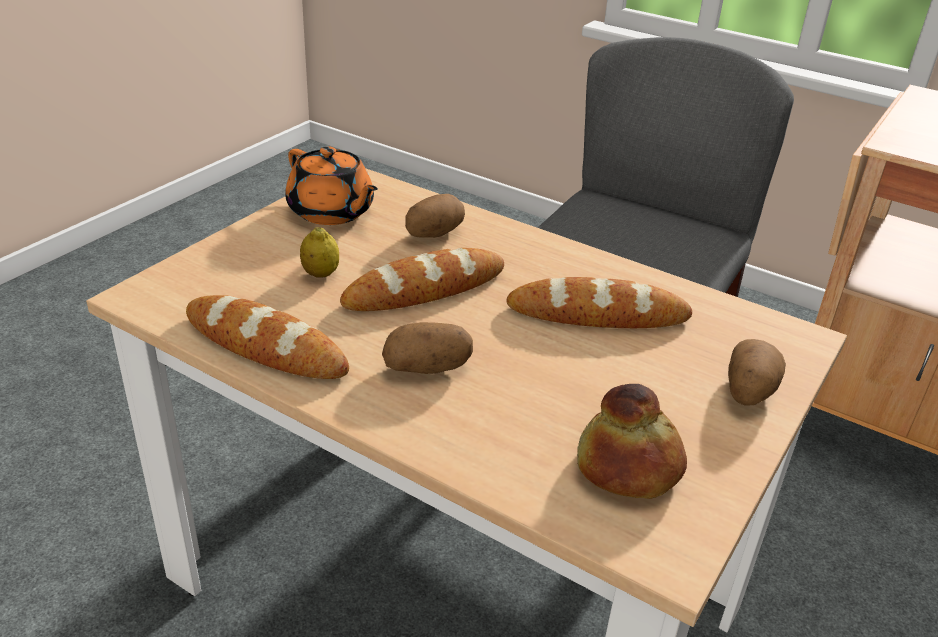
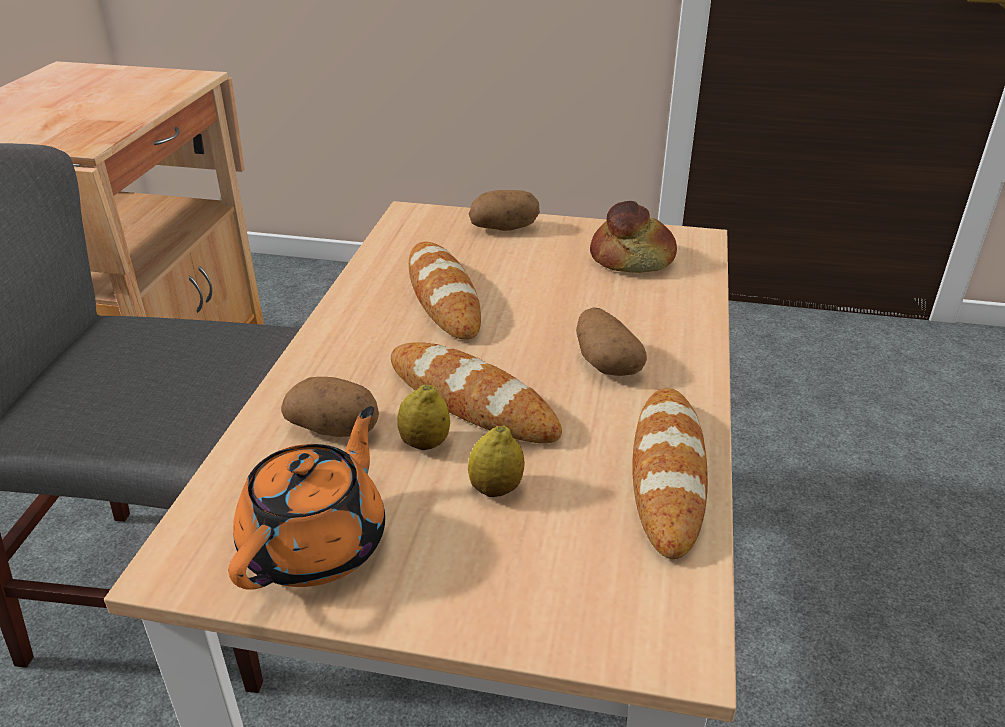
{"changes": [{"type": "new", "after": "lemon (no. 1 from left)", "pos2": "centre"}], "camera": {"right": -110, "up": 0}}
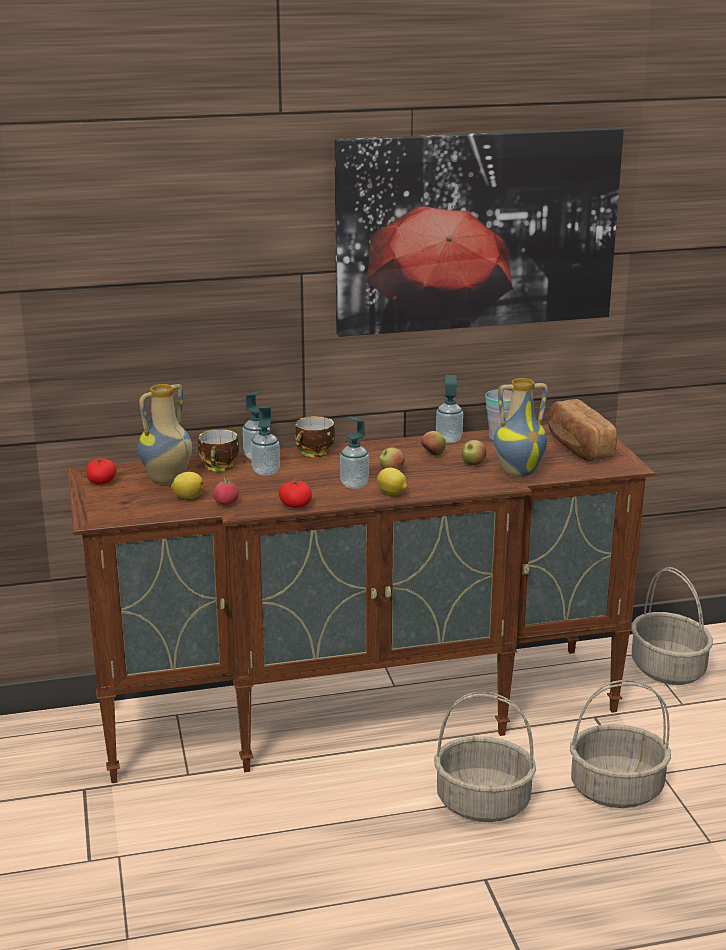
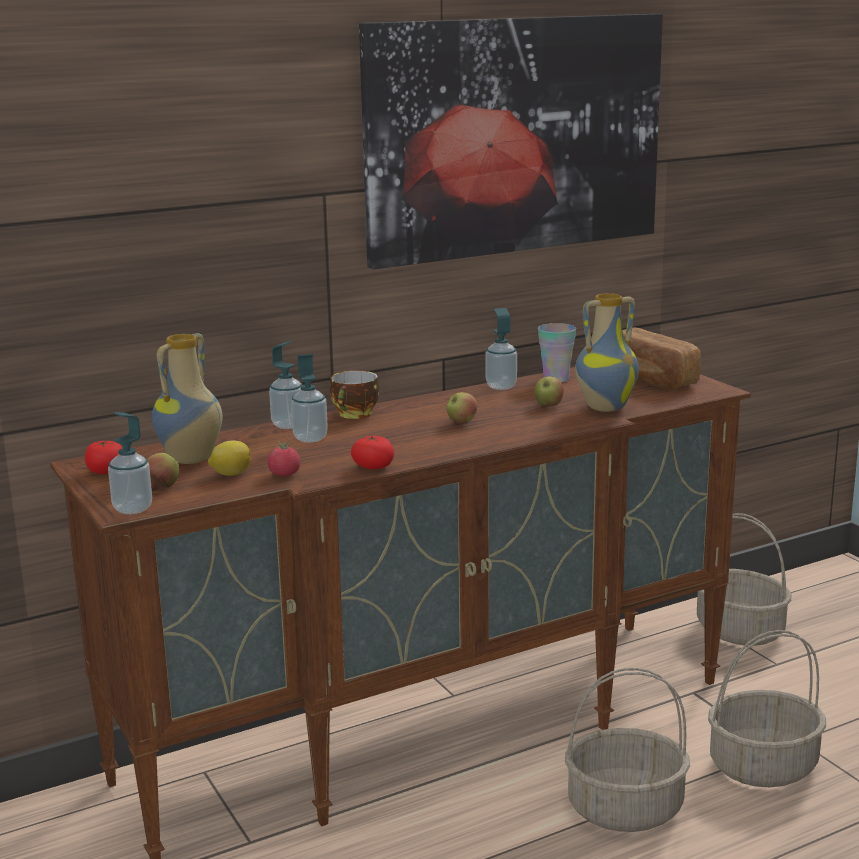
{"changes": [{"type": "shifted", "before": "soap_dispenser (no. 3 from left in the first image)", "after": "soap_dispenser (no. 1 from left)", "pos1": "centre", "pos2": "middle left"}, {"type": "gone", "before": "cup (no. 1 from left)", "pos1": "middle left"}, {"type": "shifted", "before": "apple (no. 2 from left in the first image)", "after": "apple (no. 1 from left)", "pos1": "centre", "pos2": "middle left"}, {"type": "gone", "before": "lemon (no. 2 from left)", "pos1": "centre"}], "camera": {"right": -15, "up": -5}}
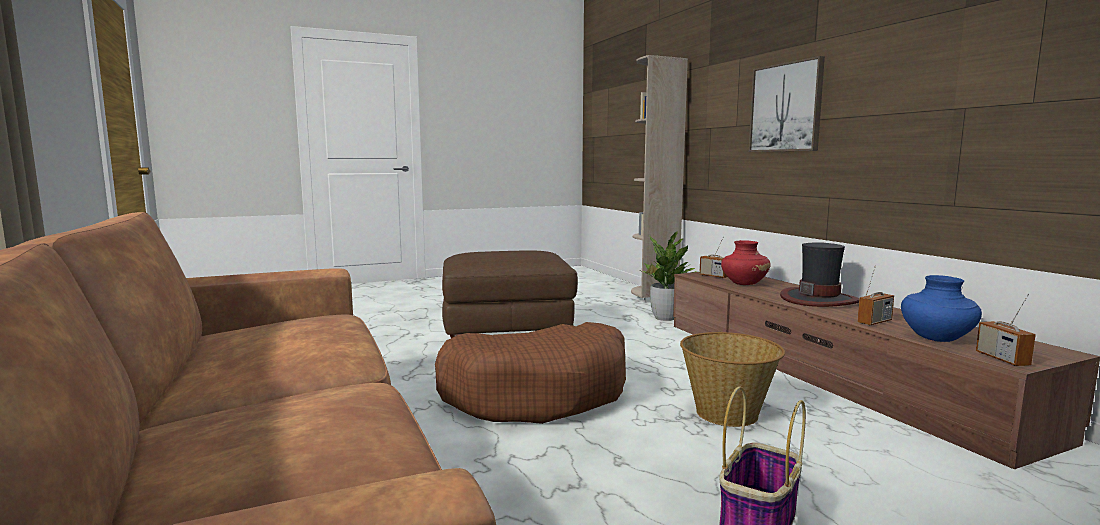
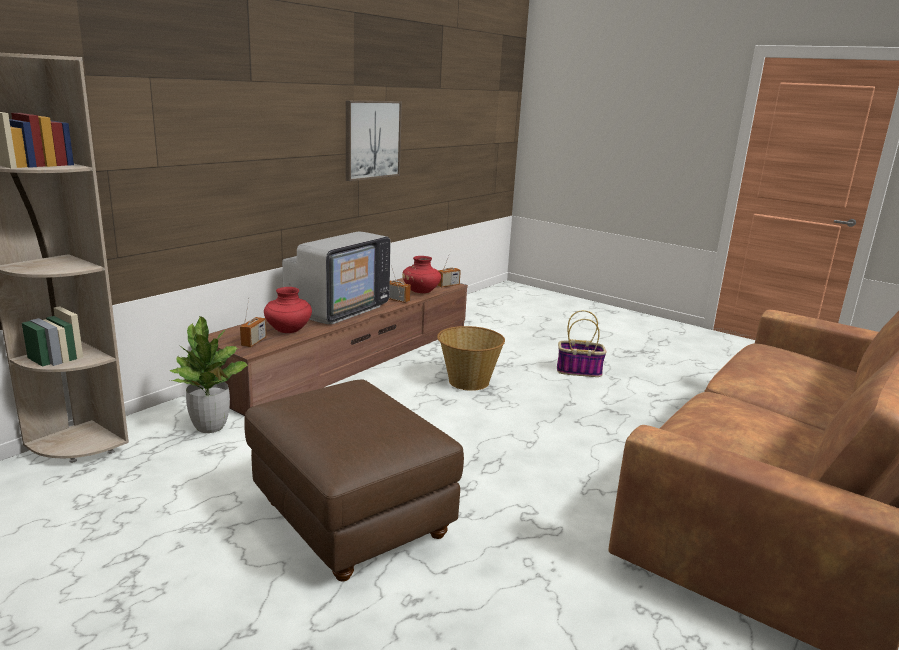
{"changes": [{"type": "shifted", "before": "picture", "pos1": "top right", "pos2": "top centre"}, {"type": "swapped", "before": "hat", "after": "television", "pos1": "middle right", "pos2": "centre"}, {"type": "repainted", "before": "blue_vase", "after": "red_vase (no. 2 from left)", "pos1": "middle right", "pos2": "centre"}, {"type": "gone", "before": "brown_dog_bed", "pos1": "bottom centre"}], "camera": {"right": -120, "up": 10}}
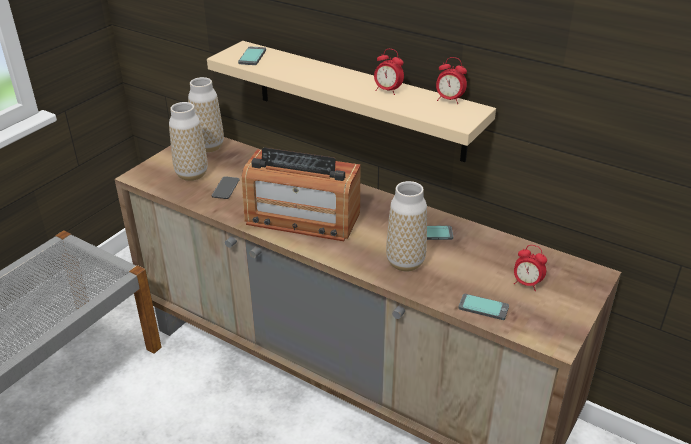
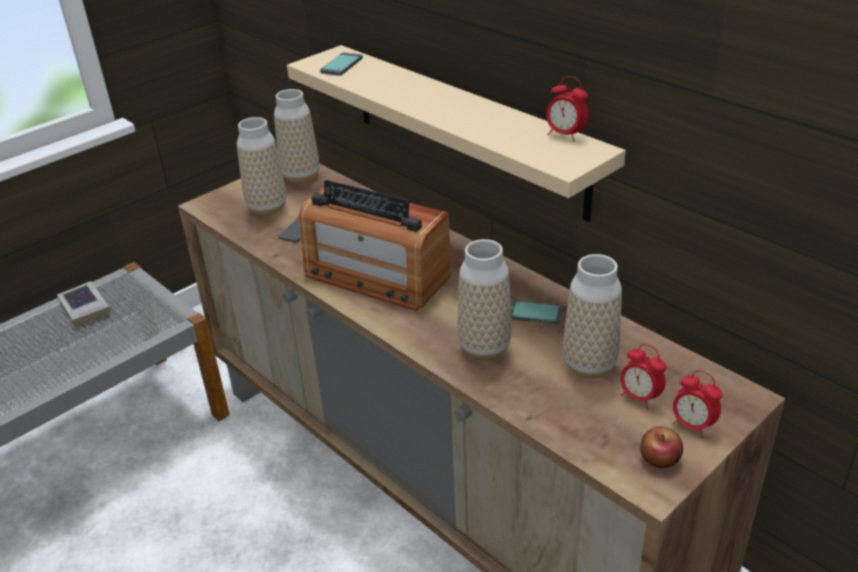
{"changes": [{"type": "shifted", "before": "alarm_clock (no. 1 from left in the first image)", "after": "alarm_clock (no. 3 from left)", "pos1": "top centre", "pos2": "bottom right"}, {"type": "gone", "before": "phone (no. 4 from left)", "pos1": "bottom right"}, {"type": "new", "after": "vase (no. 4 from left)", "pos2": "middle right"}, {"type": "new", "after": "book", "pos2": "middle left"}, {"type": "new", "after": "apple", "pos2": "bottom right"}], "camera": {"right": 15, "up": 0}}
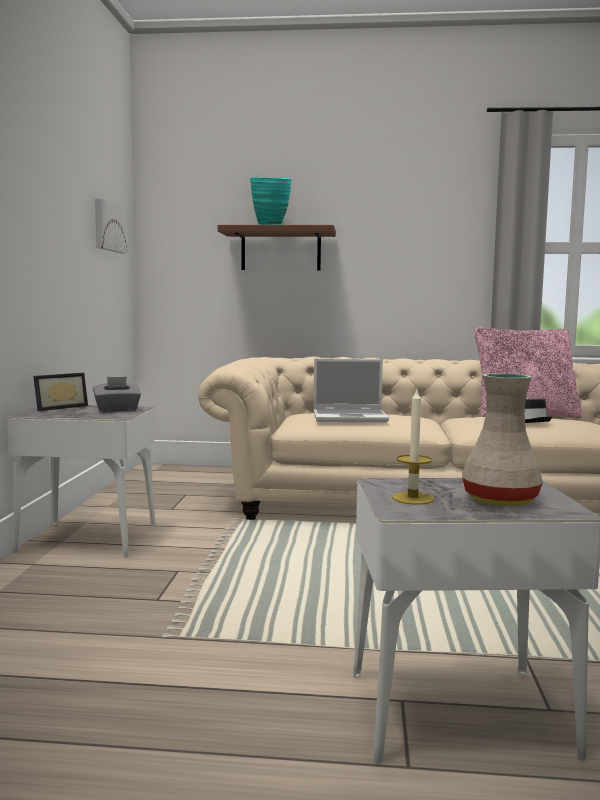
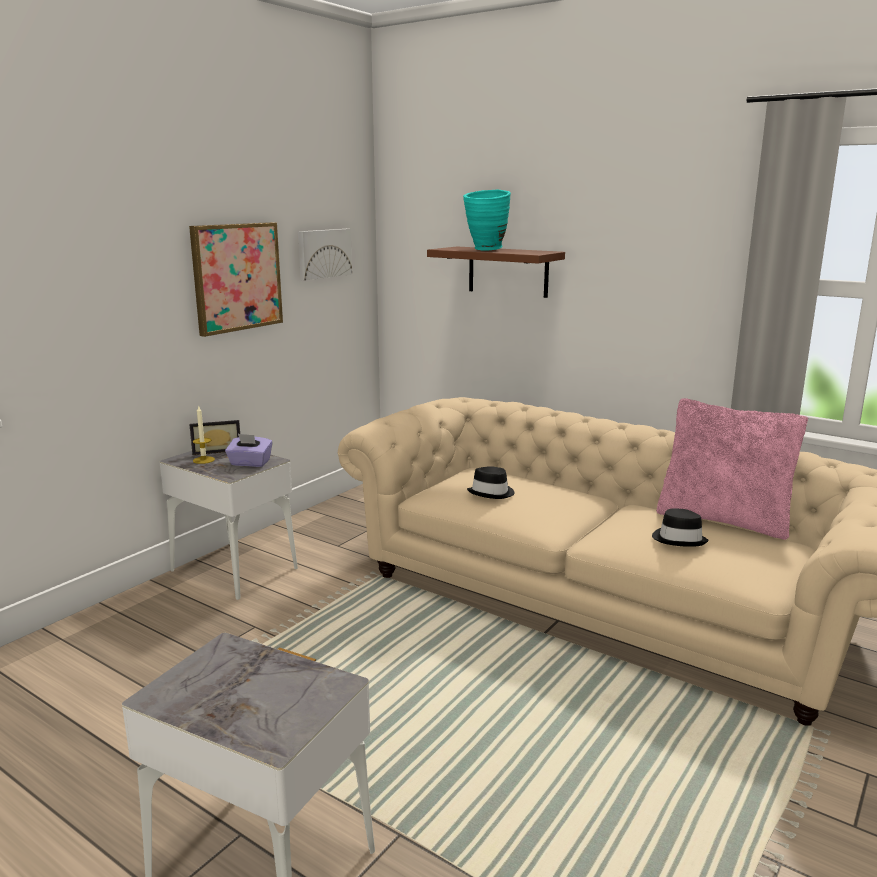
{"changes": [{"type": "swapped", "before": "laptop", "after": "black_hat (no. 1 from left)", "pos1": "centre", "pos2": "centre"}, {"type": "gone", "before": "beige_vase", "pos1": "middle right"}, {"type": "repainted", "before": "grey_tissue_box", "after": "purple_tissue_box", "pos1": "middle left", "pos2": "middle left"}, {"type": "shifted", "before": "candle", "pos1": "middle right", "pos2": "middle left"}, {"type": "new", "after": "picture (no. 1 from left)", "pos2": "top left"}], "camera": {"right": 30, "up": 10}}
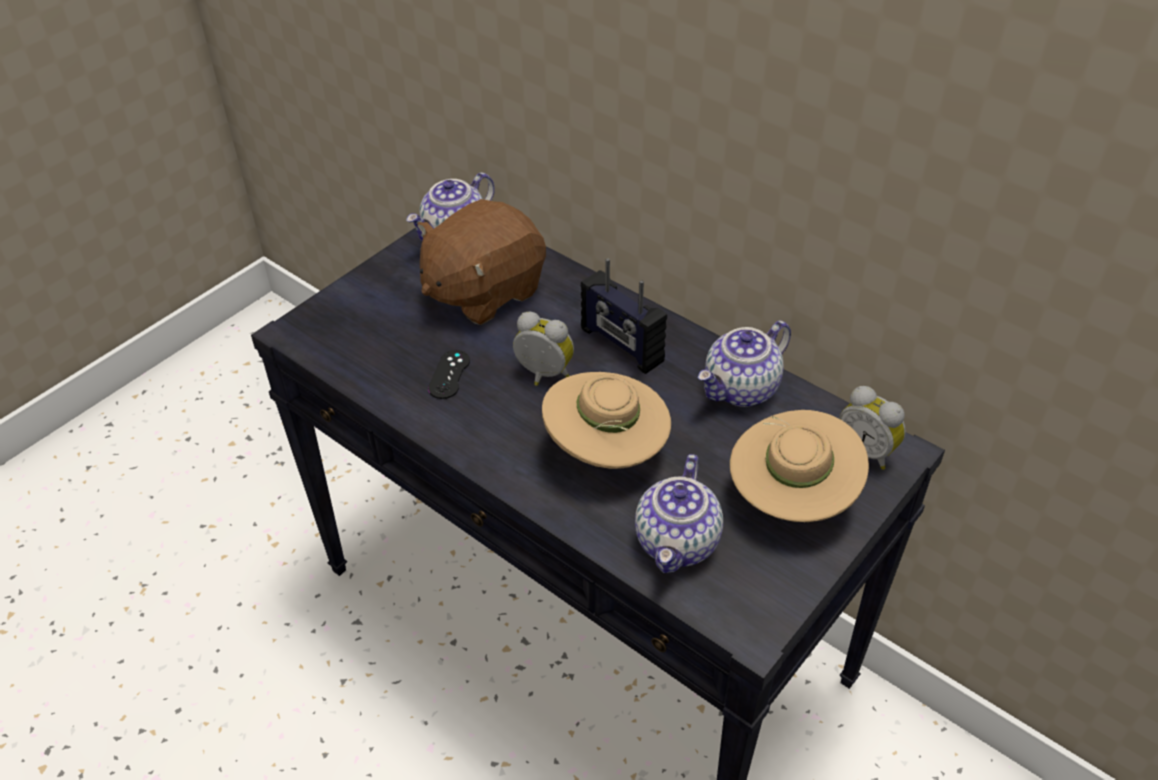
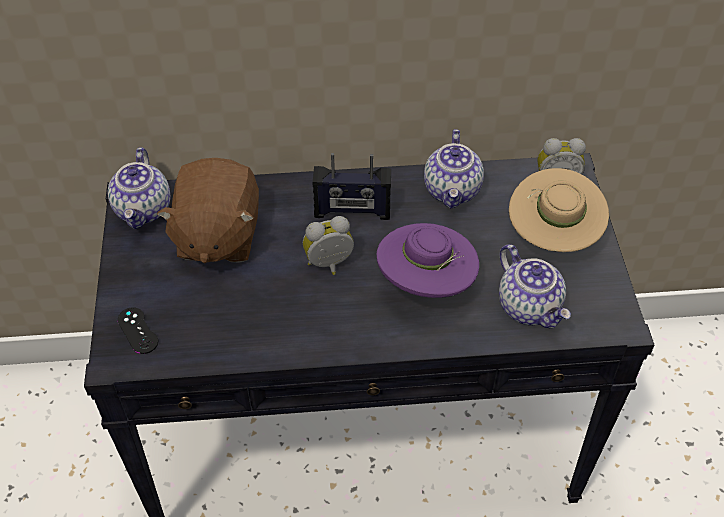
{"changes": [{"type": "shifted", "before": "black_game_controller", "pos1": "centre", "pos2": "middle left"}, {"type": "repainted", "before": "beige_hat (no. 1 from left)", "after": "purple_hat", "pos1": "centre", "pos2": "centre"}], "camera": {"right": -45, "up": 5}}
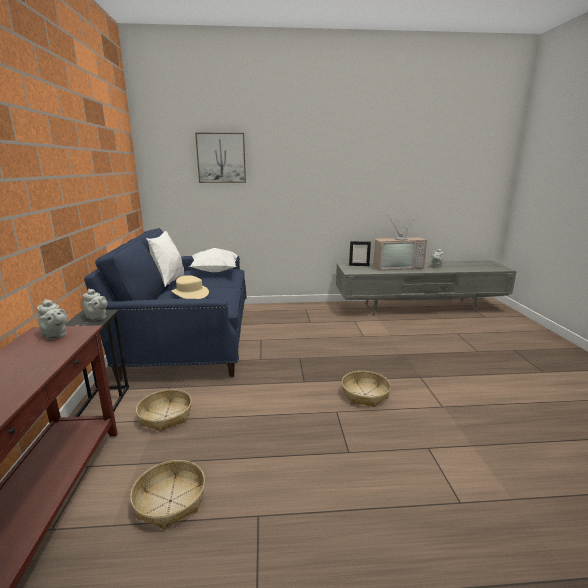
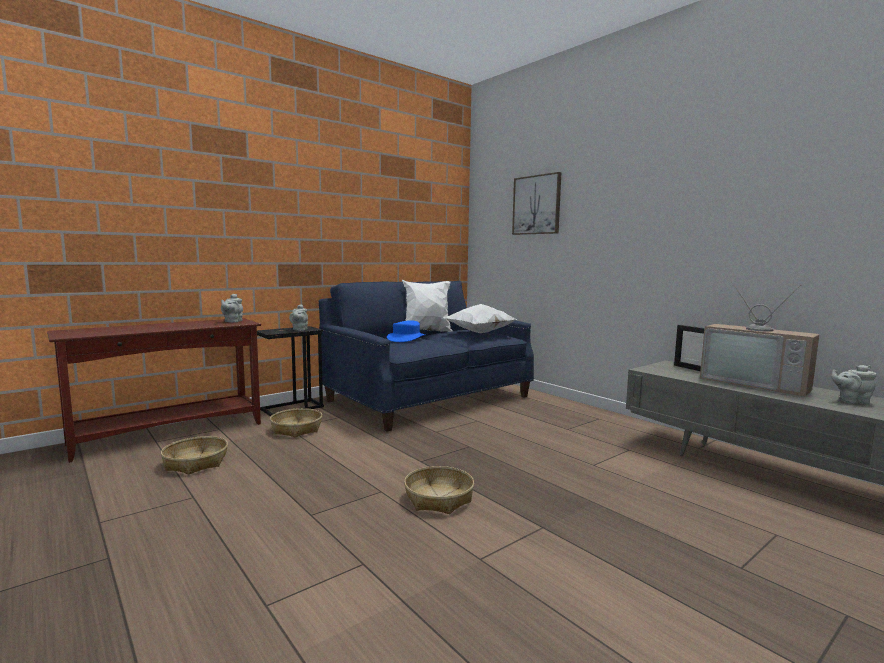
{"changes": [{"type": "repainted", "before": "beige_hat", "after": "blue_hat", "pos1": "middle left", "pos2": "centre"}], "camera": {"right": 55, "up": -10}}
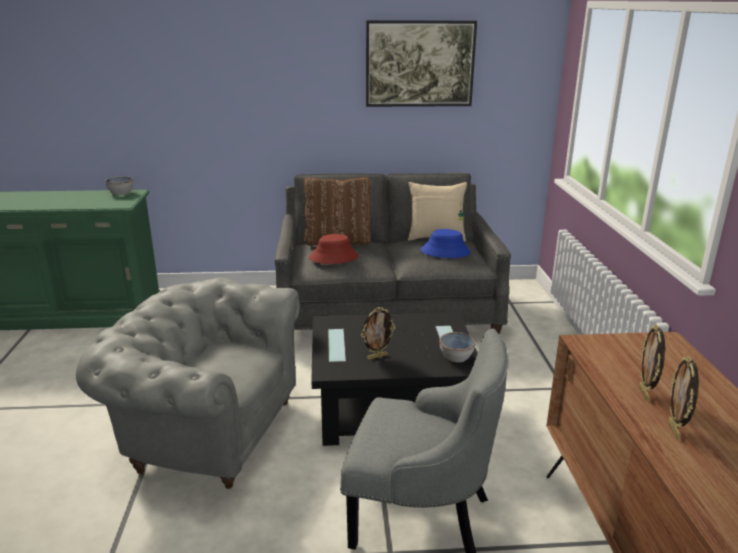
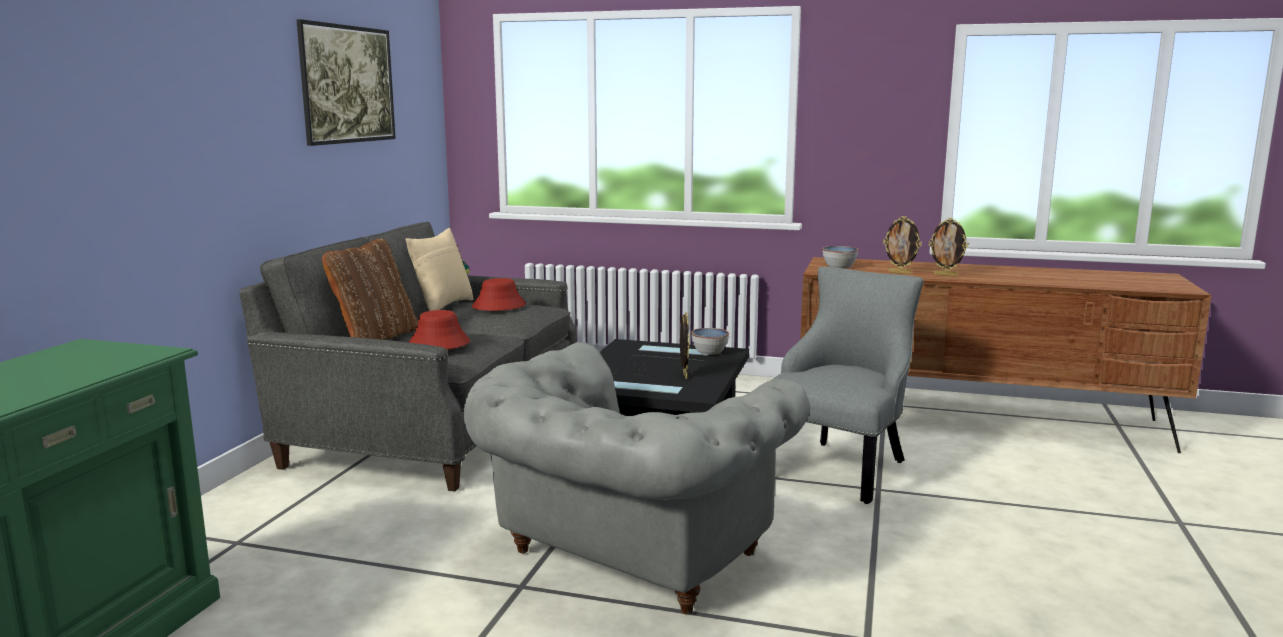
{"changes": [{"type": "shifted", "before": "bowl (no. 1 from left in the first image)", "after": "bowl (no. 2 from left)", "pos1": "middle left", "pos2": "centre"}, {"type": "repainted", "before": "blue_hat", "after": "red_hat (no. 2 from left)", "pos1": "centre", "pos2": "centre"}], "camera": {"right": -70, "up": -10}}
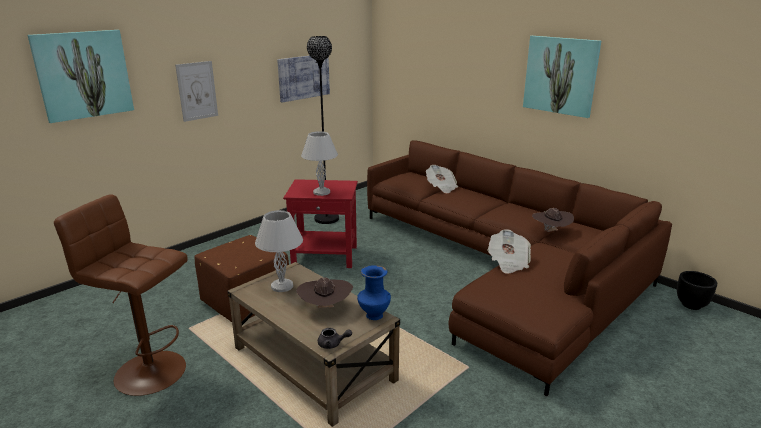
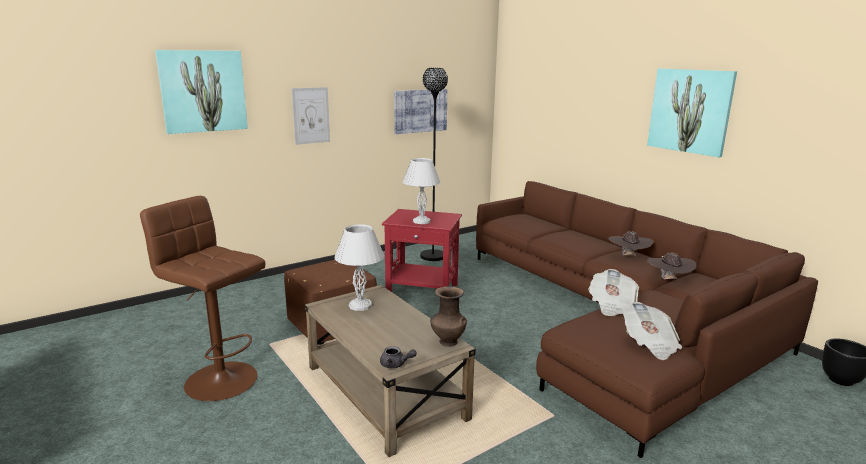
{"changes": [{"type": "shifted", "before": "newspaper (no. 1 from left in the first image)", "after": "newspaper (no. 2 from left)", "pos1": "centre", "pos2": "bottom right"}, {"type": "repainted", "before": "blue_vase", "after": "brown_vase", "pos1": "bottom centre", "pos2": "bottom centre"}, {"type": "shifted", "before": "brown_hat (no. 1 from left)", "pos1": "bottom centre", "pos2": "middle right"}], "camera": {"right": 10, "up": -5}}
